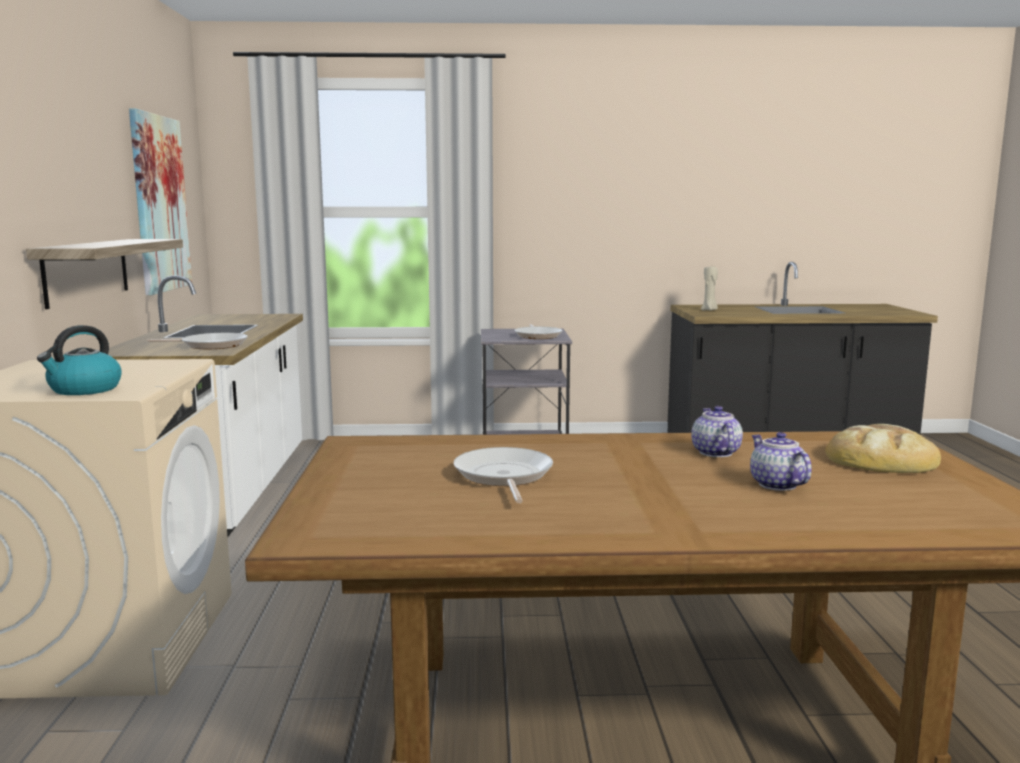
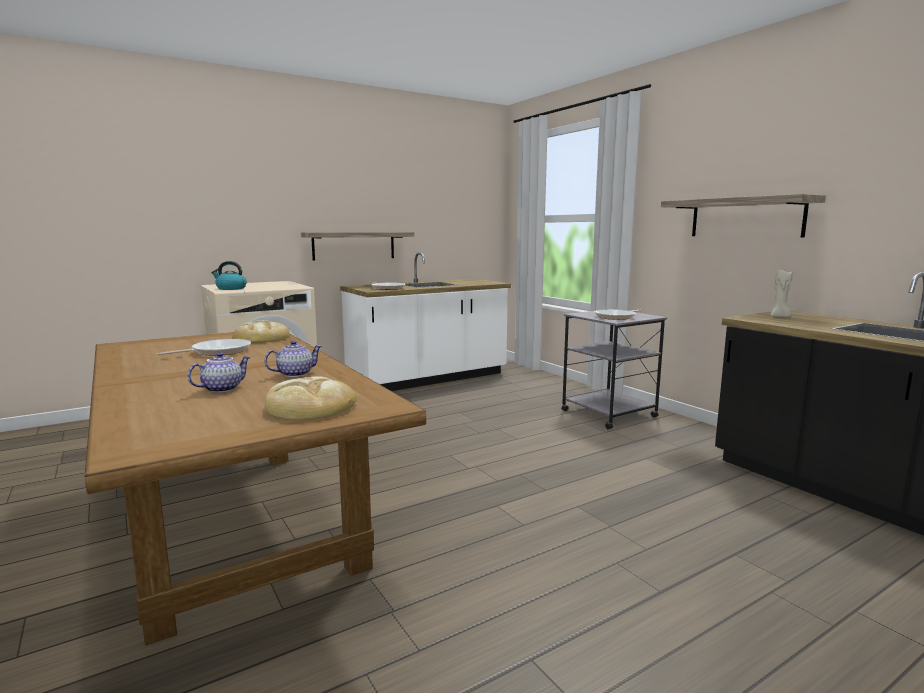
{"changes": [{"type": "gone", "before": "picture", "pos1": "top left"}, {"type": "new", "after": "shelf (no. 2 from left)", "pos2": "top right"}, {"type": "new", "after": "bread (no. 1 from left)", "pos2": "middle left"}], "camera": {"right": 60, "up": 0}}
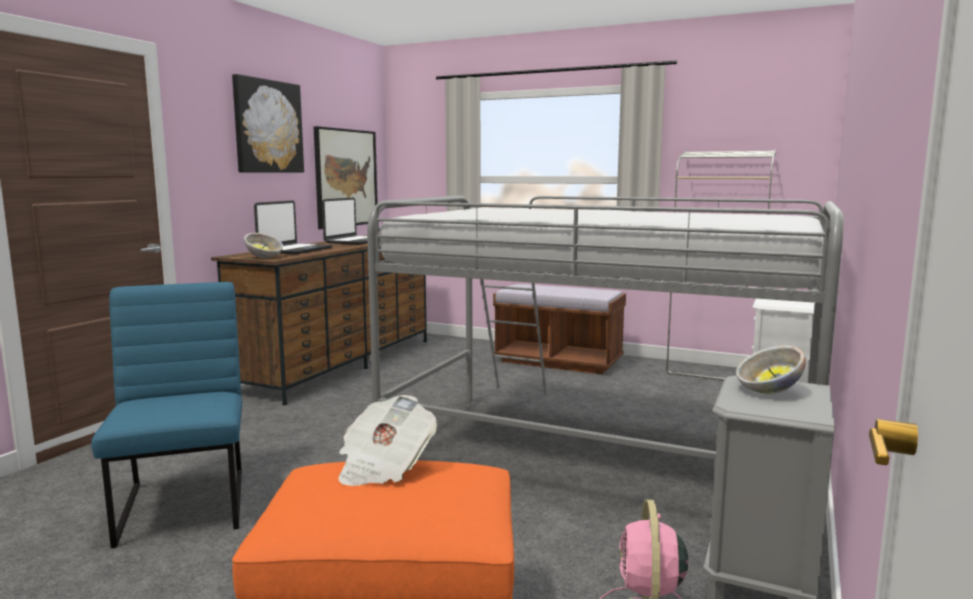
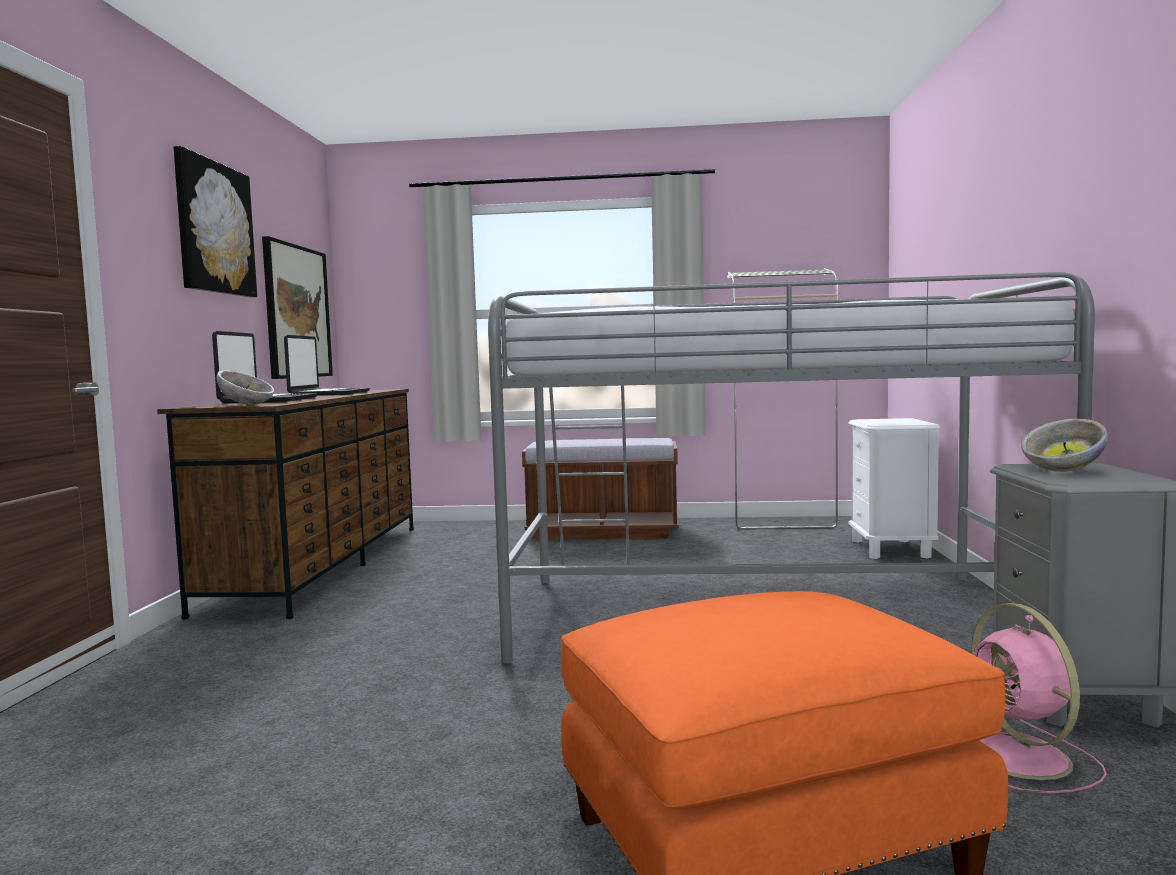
{"changes": [{"type": "gone", "before": "blue_chair", "pos1": "bottom left"}, {"type": "gone", "before": "newspaper", "pos1": "bottom centre"}], "camera": {"right": -20, "up": -5}}
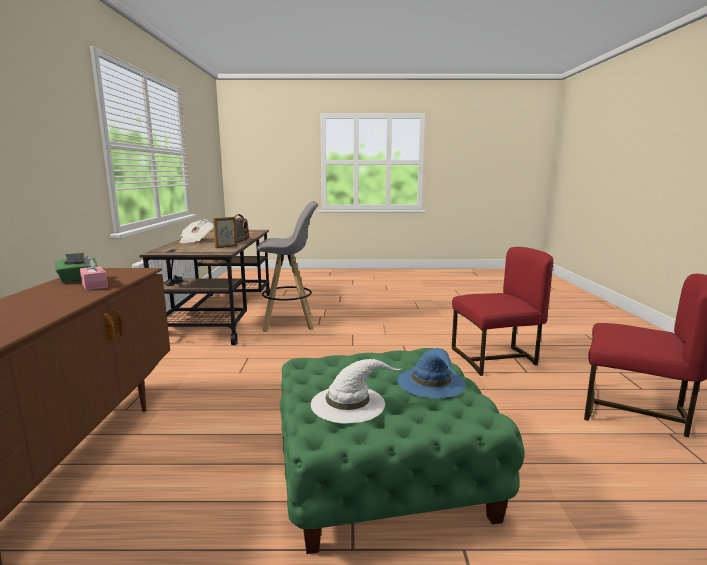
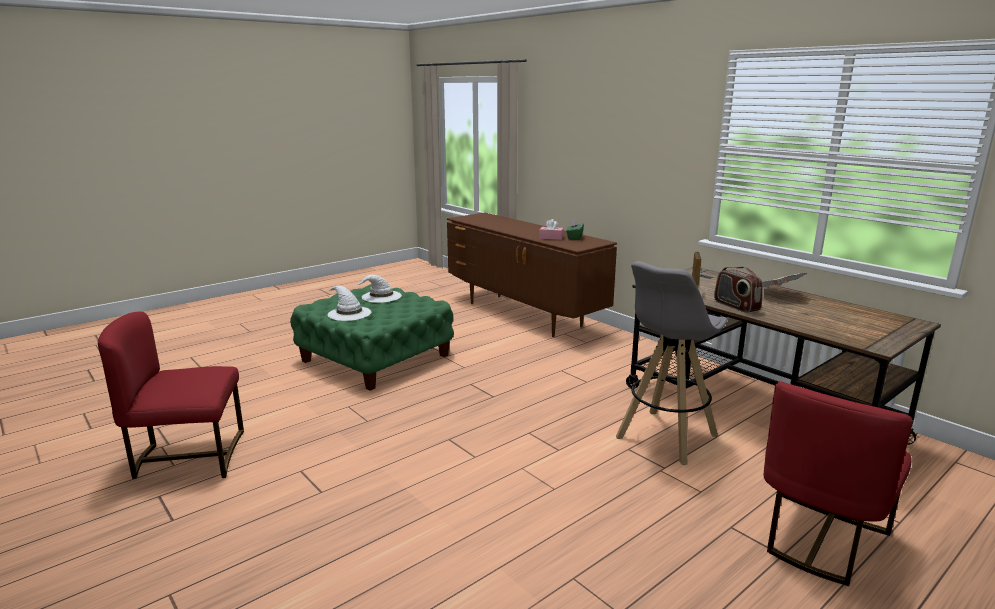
{"changes": [{"type": "shifted", "before": "red_chair (no. 1 from left in the first image)", "after": "red_chair (no. 2 from left)", "pos1": "middle right", "pos2": "bottom right"}, {"type": "repainted", "before": "blue_hat", "after": "white_hat (no. 1 from left)", "pos1": "centre", "pos2": "centre"}], "camera": {"right": 140, "up": 5}}
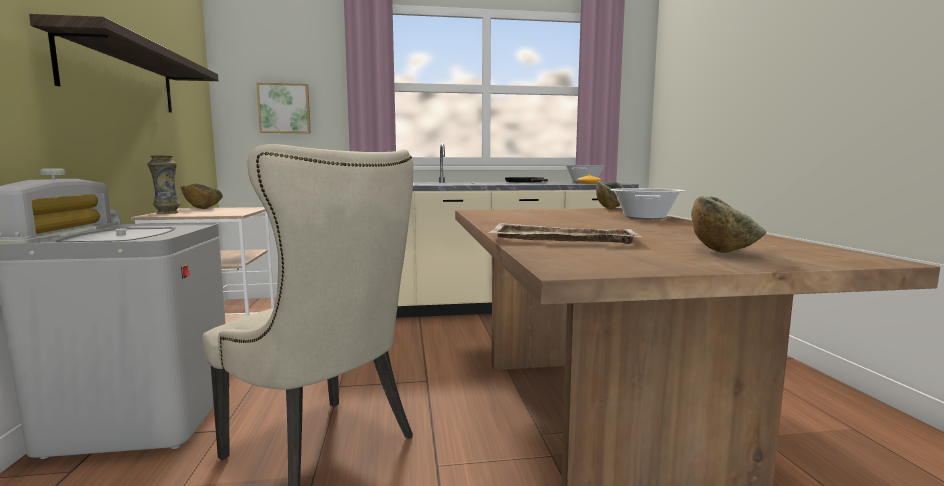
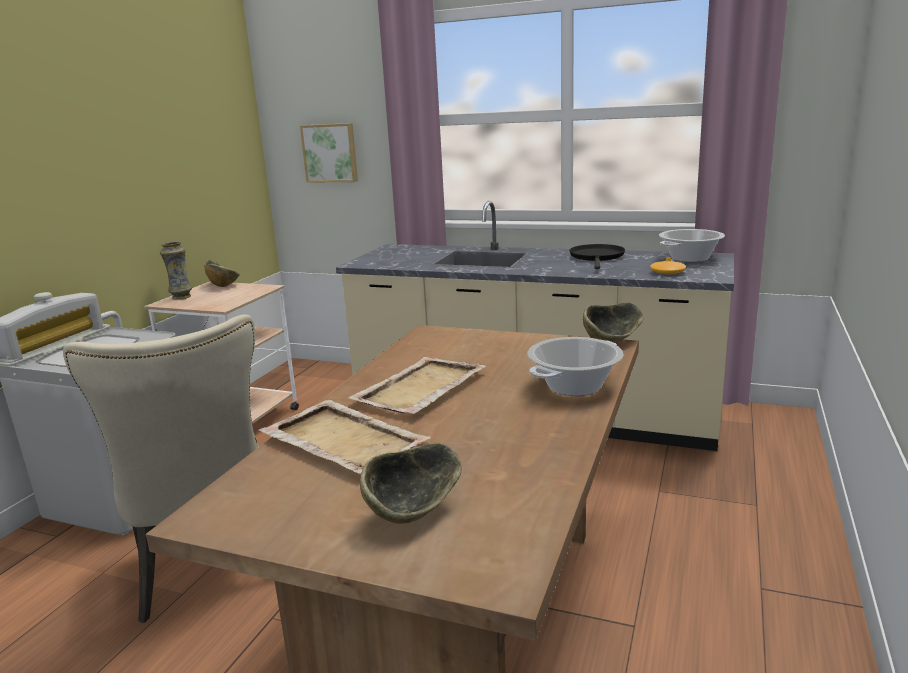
{"changes": [{"type": "gone", "before": "shelf", "pos1": "top left"}, {"type": "new", "after": "beige_tray (no. 2 from left)", "pos2": "centre"}], "camera": {"right": 30, "up": 10}}
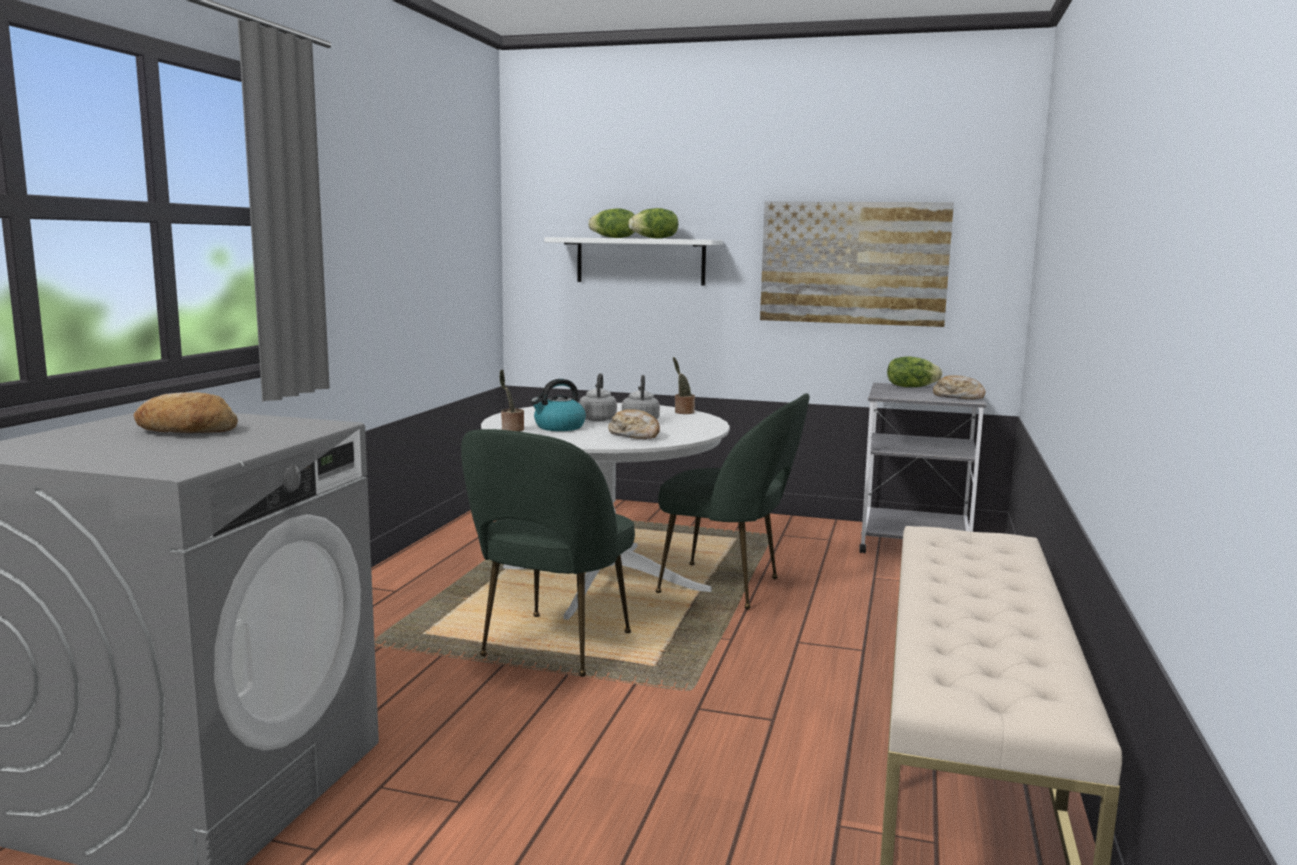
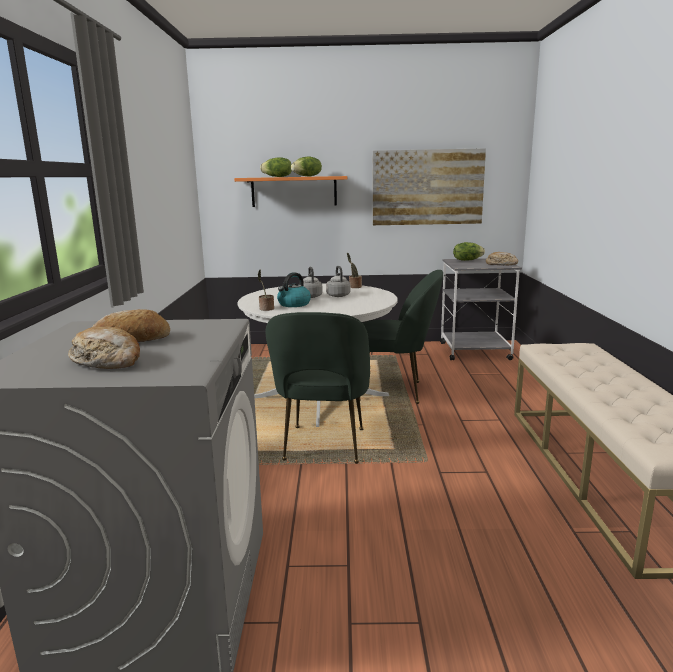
{"changes": [{"type": "repainted", "before": "white_shelf", "after": "orange_shelf", "pos1": "top centre", "pos2": "top centre"}, {"type": "shifted", "before": "bread (no. 2 from left in the first image)", "after": "bread (no. 1 from left)", "pos1": "centre", "pos2": "middle left"}], "camera": {"right": -15, "up": 5}}
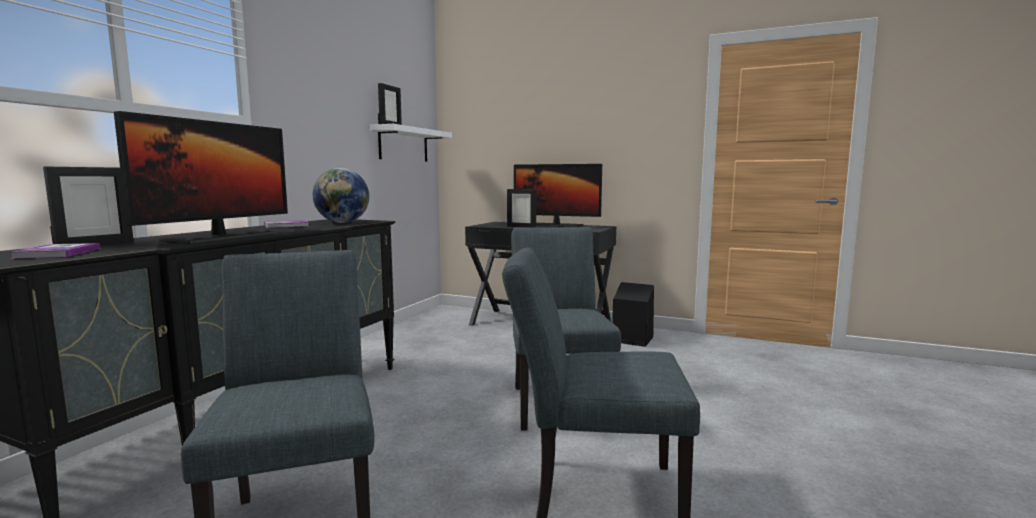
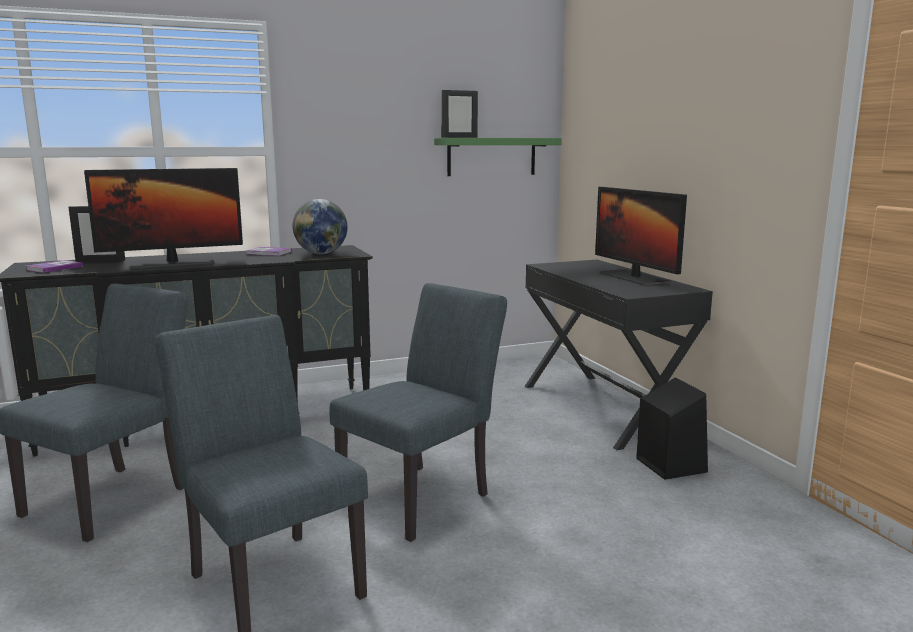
{"changes": [{"type": "repainted", "before": "white_shelf", "after": "green_shelf", "pos1": "top centre", "pos2": "top centre"}, {"type": "gone", "before": "picture_frame (no. 3 from left)", "pos1": "centre"}], "camera": {"right": 45, "up": 5}}
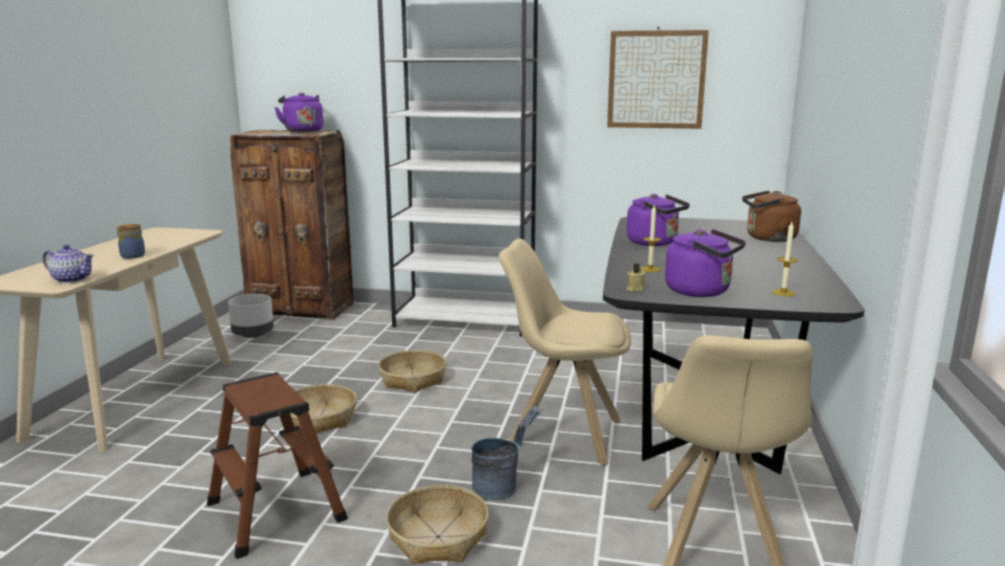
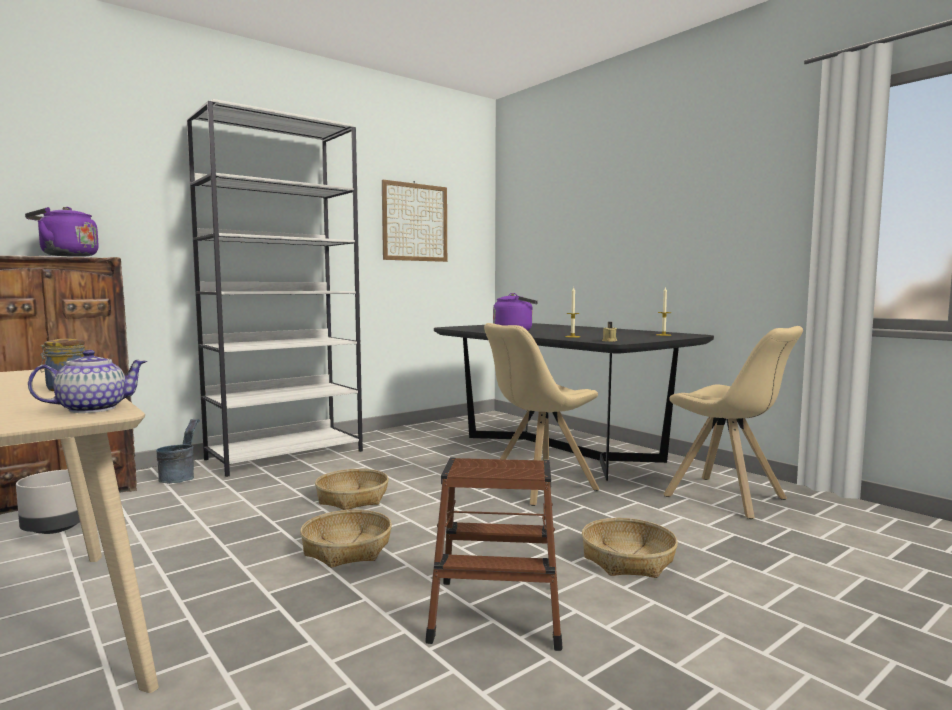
{"changes": [{"type": "gone", "before": "brown_kettle", "pos1": "middle right"}, {"type": "gone", "before": "purple_kettle (no. 3 from left)", "pos1": "middle right"}, {"type": "shifted", "before": "grey_bucket", "pos1": "bottom centre", "pos2": "middle left"}], "camera": {"right": -50, "up": -10}}
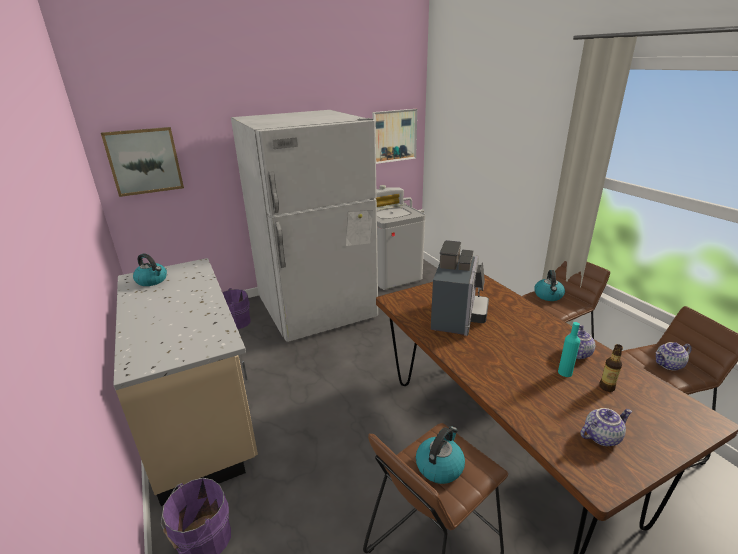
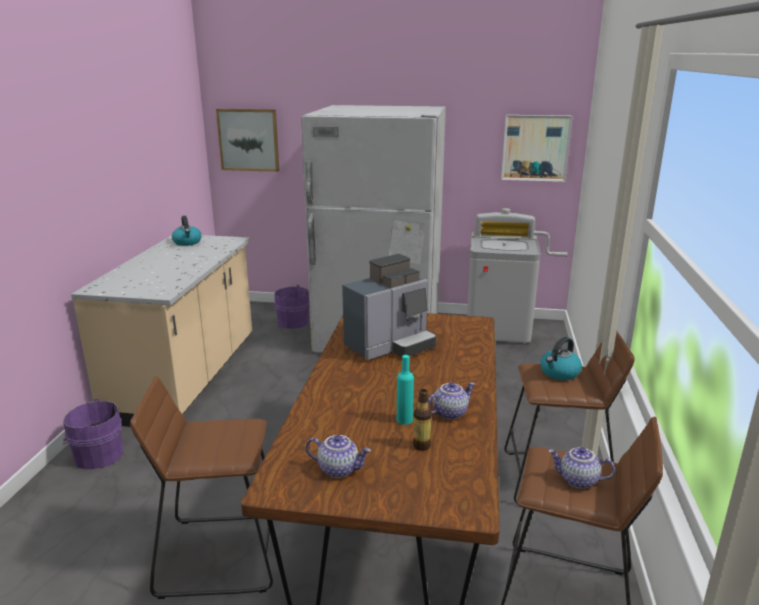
{"changes": [{"type": "gone", "before": "kettle (no. 2 from left)", "pos1": "bottom centre"}], "camera": {"right": 35, "up": -5}}
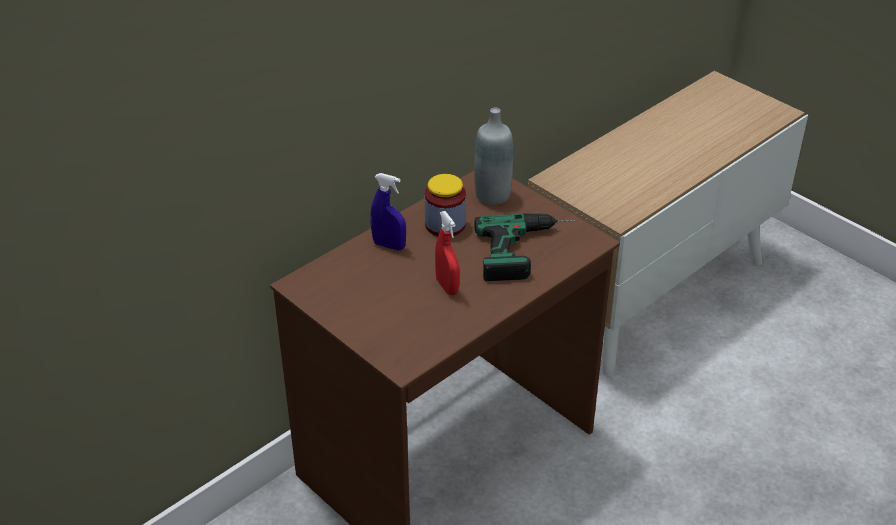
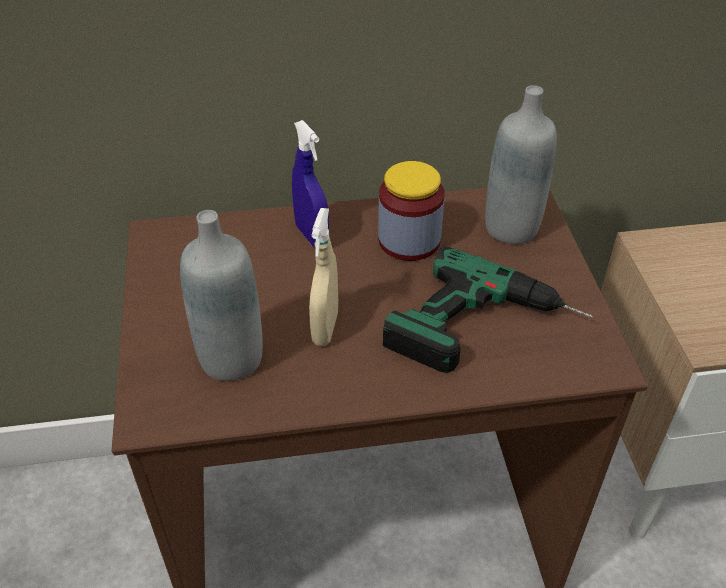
{"changes": [{"type": "repainted", "before": "red_spray_bottle", "after": "beige_spray_bottle", "pos1": "centre", "pos2": "centre"}, {"type": "new", "after": "grey_bottle (no. 1 from left)", "pos2": "middle left"}], "camera": {"right": 35, "up": 5}}
